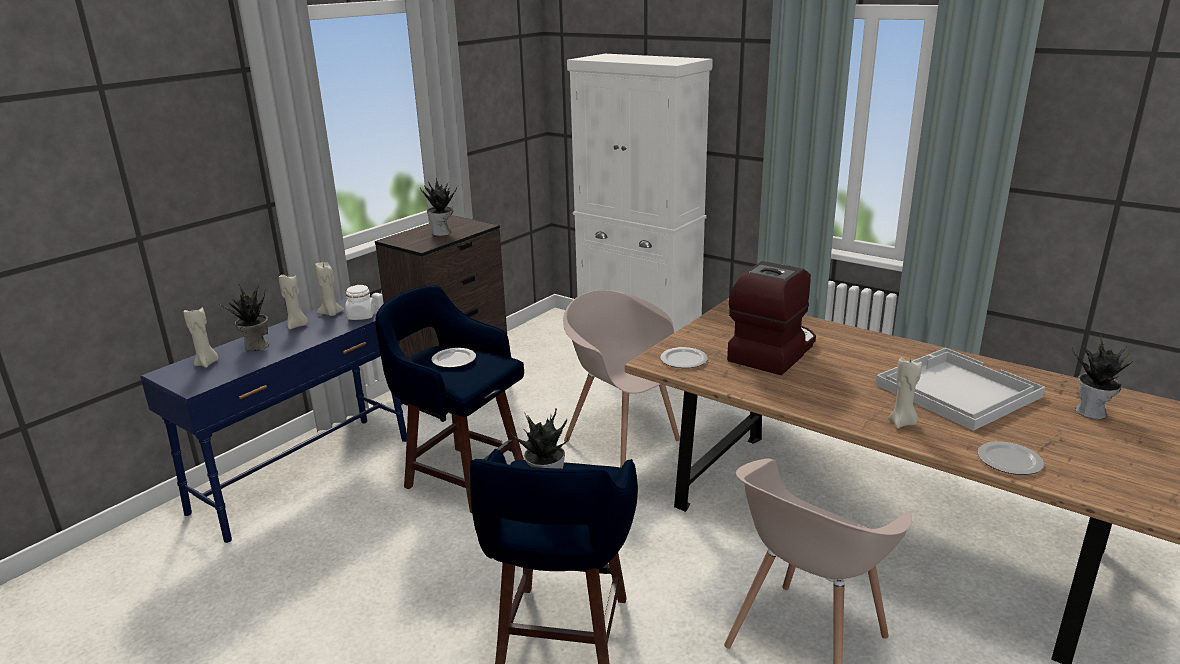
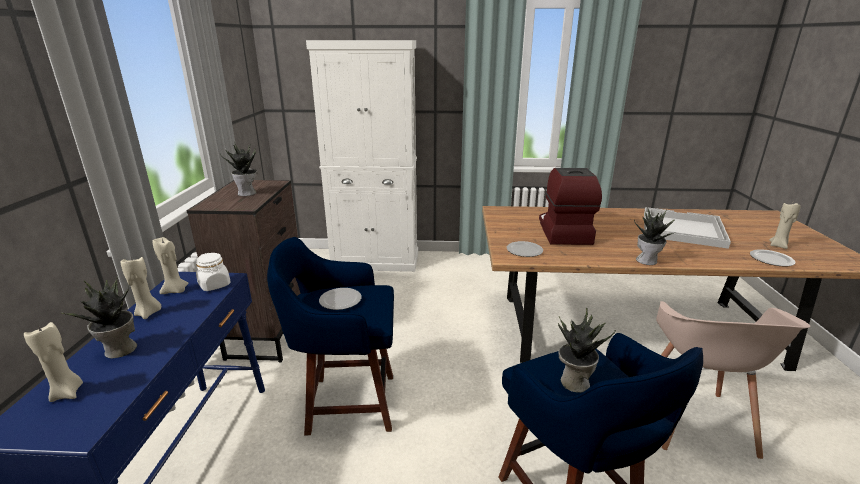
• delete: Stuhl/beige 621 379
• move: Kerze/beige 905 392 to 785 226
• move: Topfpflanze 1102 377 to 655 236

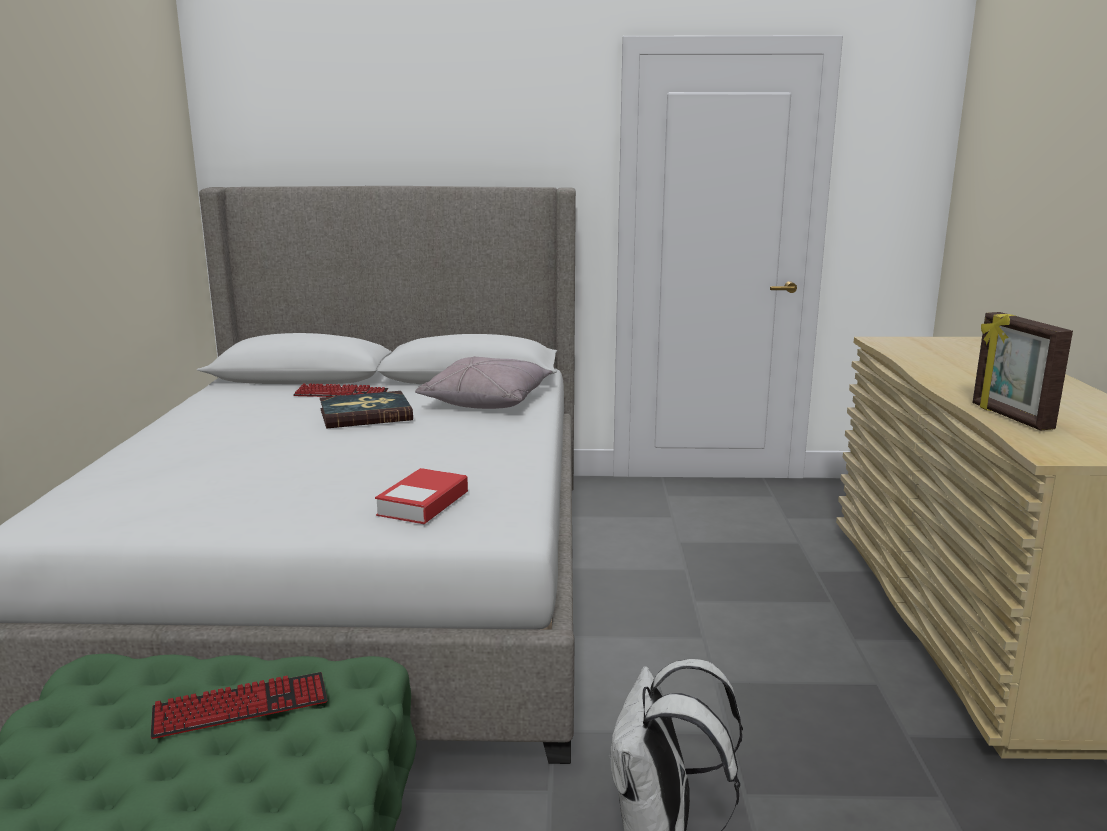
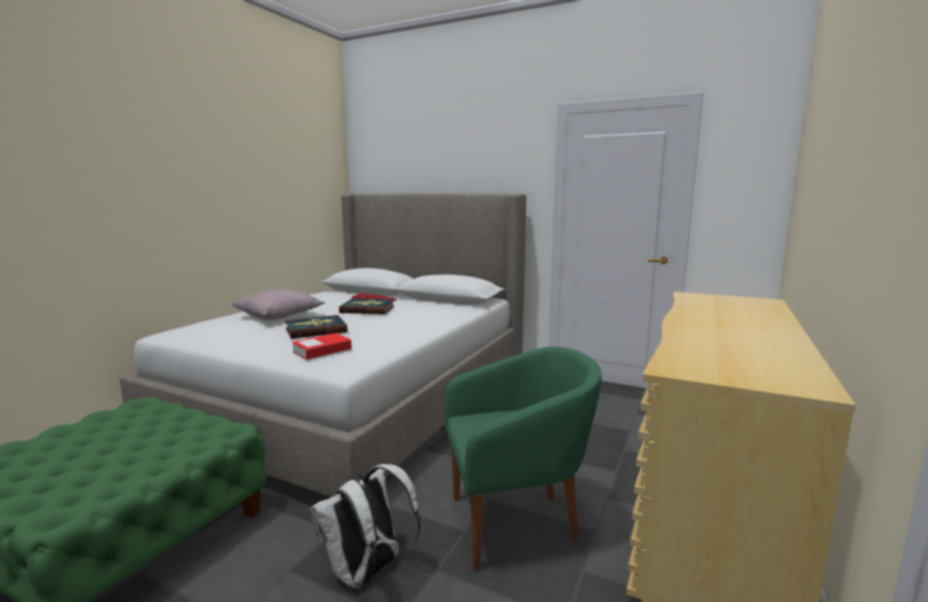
• delete: Tastatur 239 705
• delete: Bilderrahmen 1022 371
• insert: Buch 316 327
• insert: Sessel/grün 523 459
• move: Kissen/lila 484 382 to 278 304

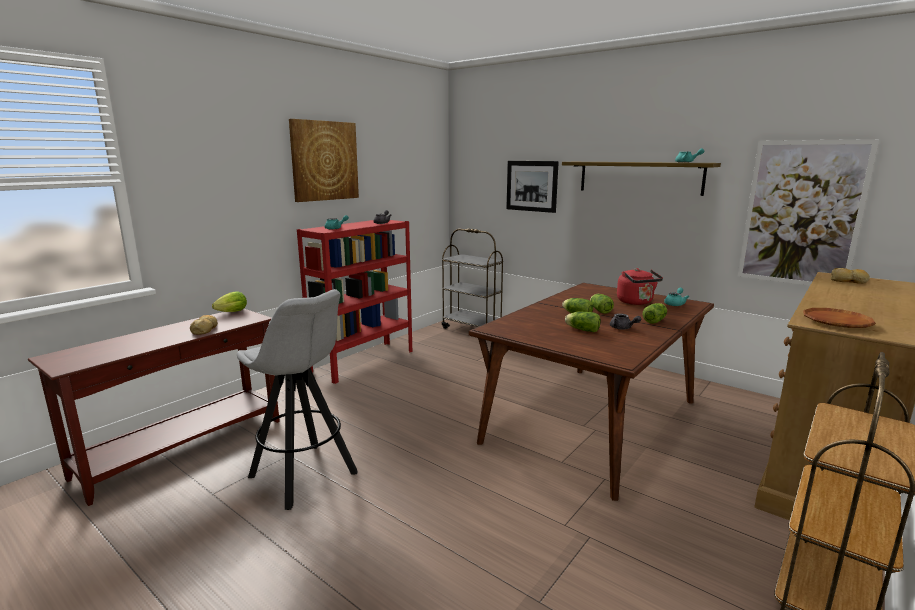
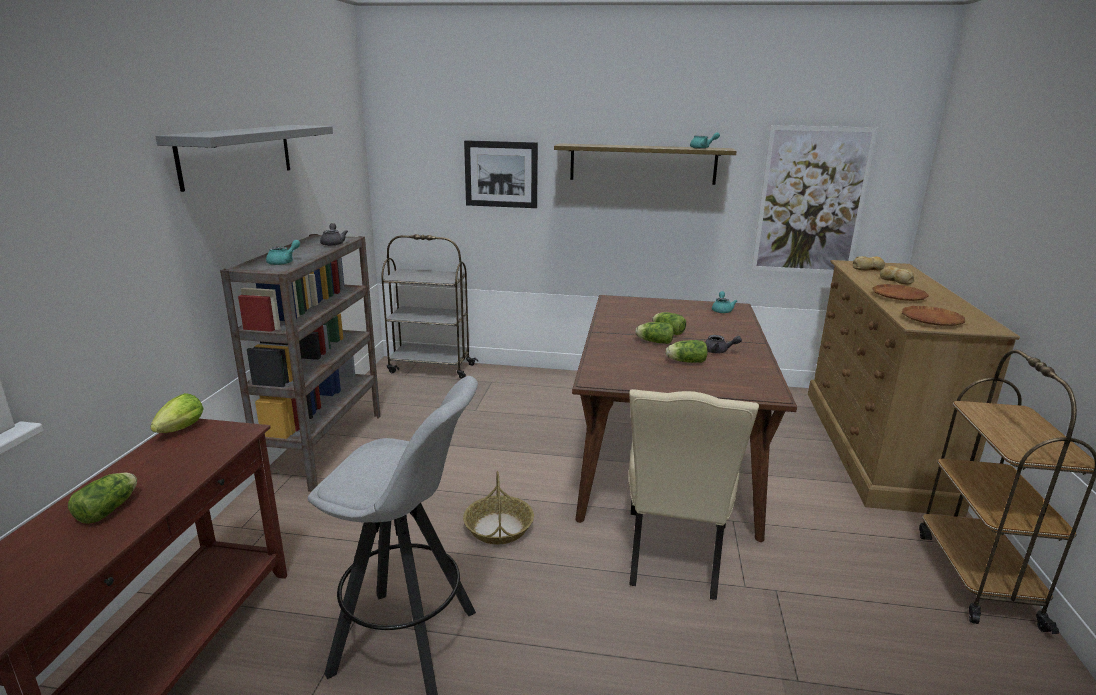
• delete: Wasserkessel/rot 640 286
• insert: Korb 498 507
• insert: Stuhl/beige 694 494
• insert: Teller/braun 900 292
• move: Brot 204 325 to 897 275
• move: Salatkopf 655 313 to 102 498
• replace: Bild 324 160 to Wandregal/grau 244 158
• recolor: Bücherregal/rot 354 302 to Bücherregal/grau 300 363

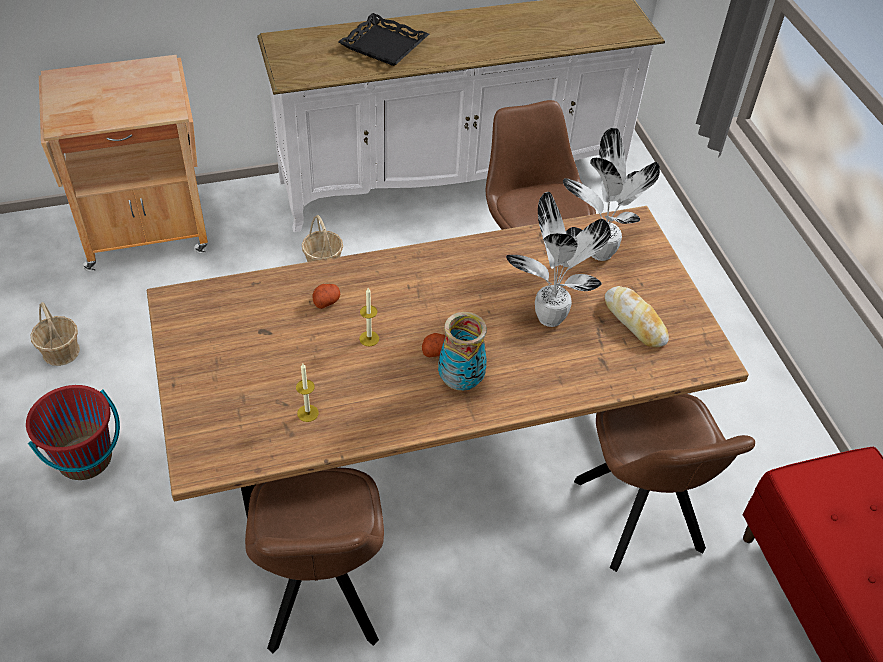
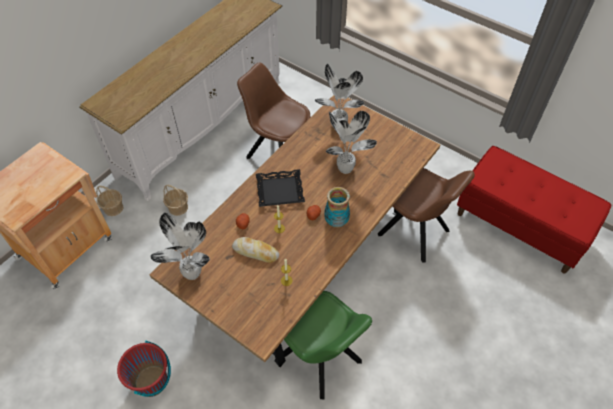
• insert: Topfpflanze 180 246
• move: Korb 55 334 to 109 201
• move: Tablett/schwarz 383 39 to 280 188
• move: Brot 637 317 to 255 250
• recolor: Stuhl/braun 314 560 to Stuhl/grün 327 345

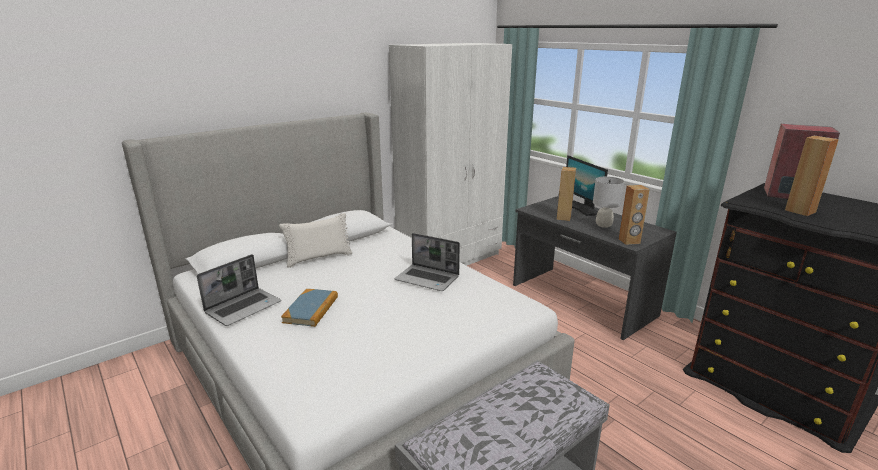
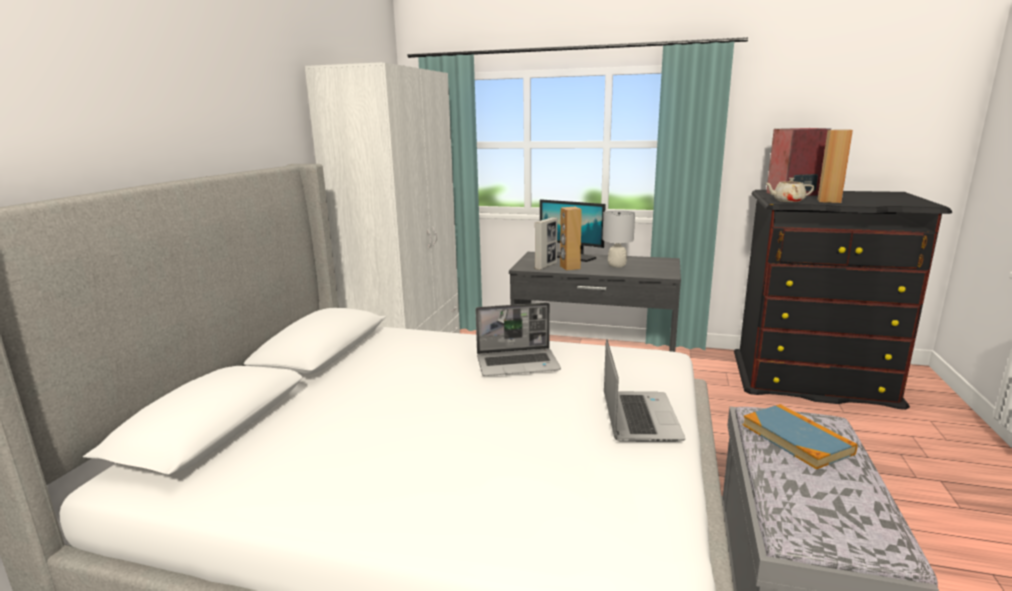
• delete: Kissen/weiß 315 240
• delete: Lautsprecher/braun 634 215
• insert: Bilderrahmen 546 243
• insert: Teekanne/beige 789 190
• move: Laptop 239 290 to 644 390
• move: Buch 309 308 to 800 436

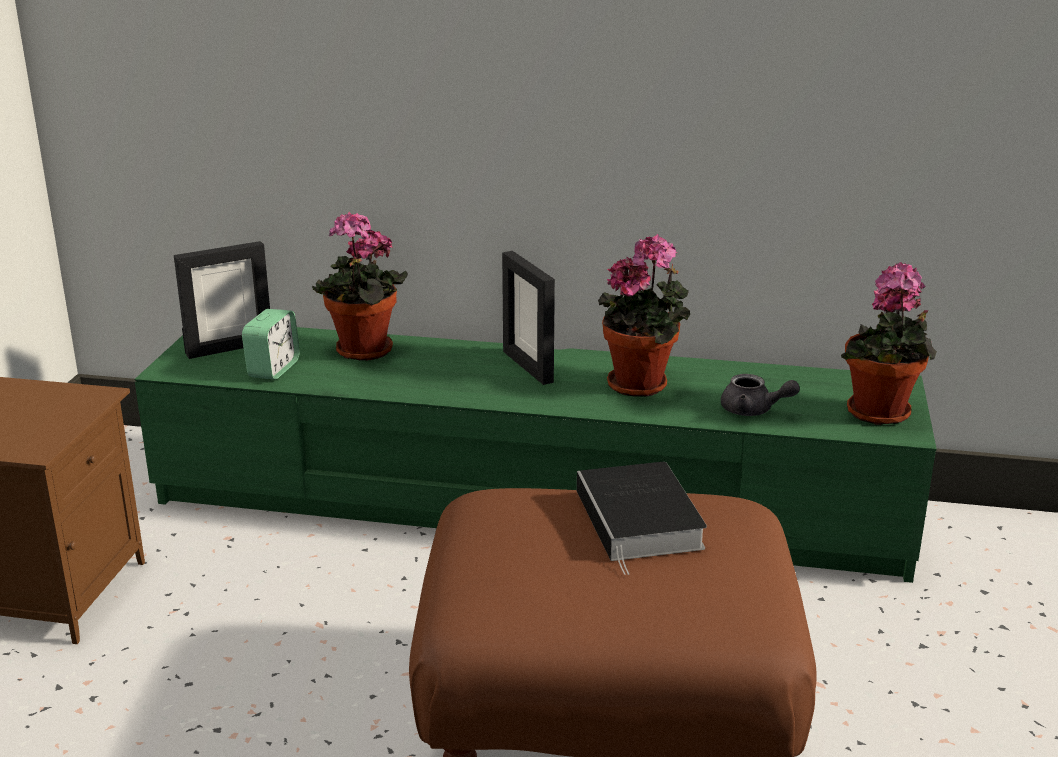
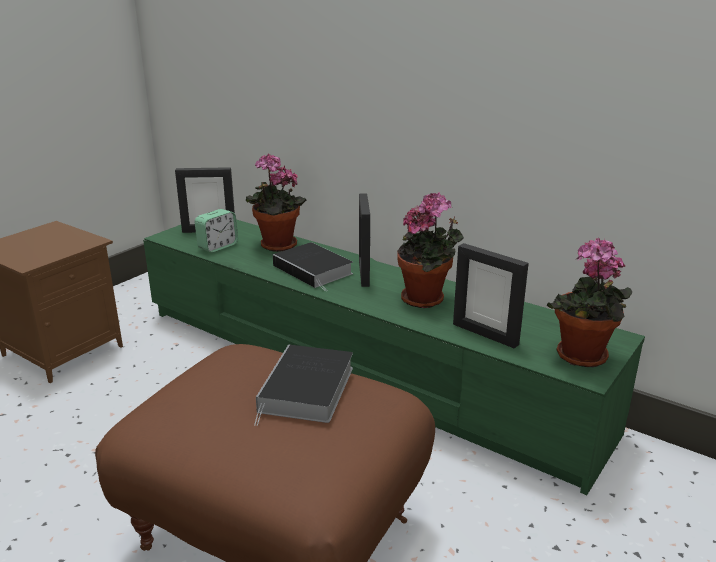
• insert: Buch 313 266
• replace: Teekanne/grau 760 395 to Bilderrahmen 491 295

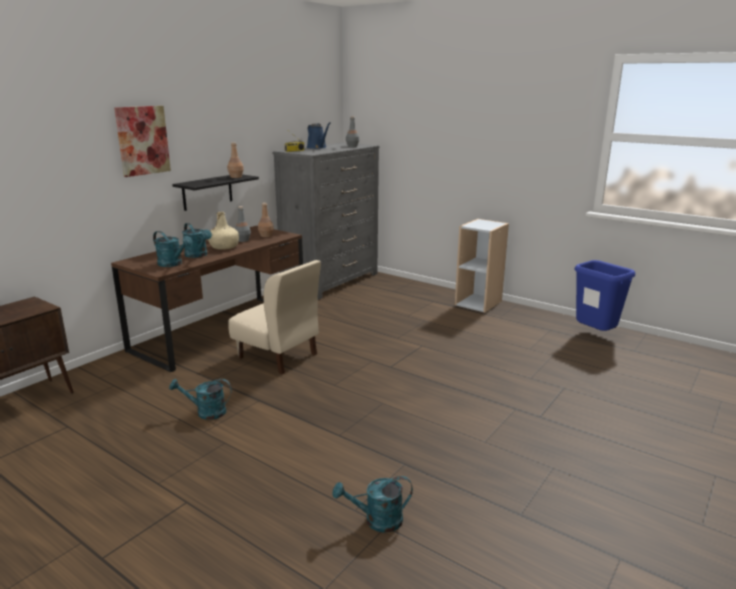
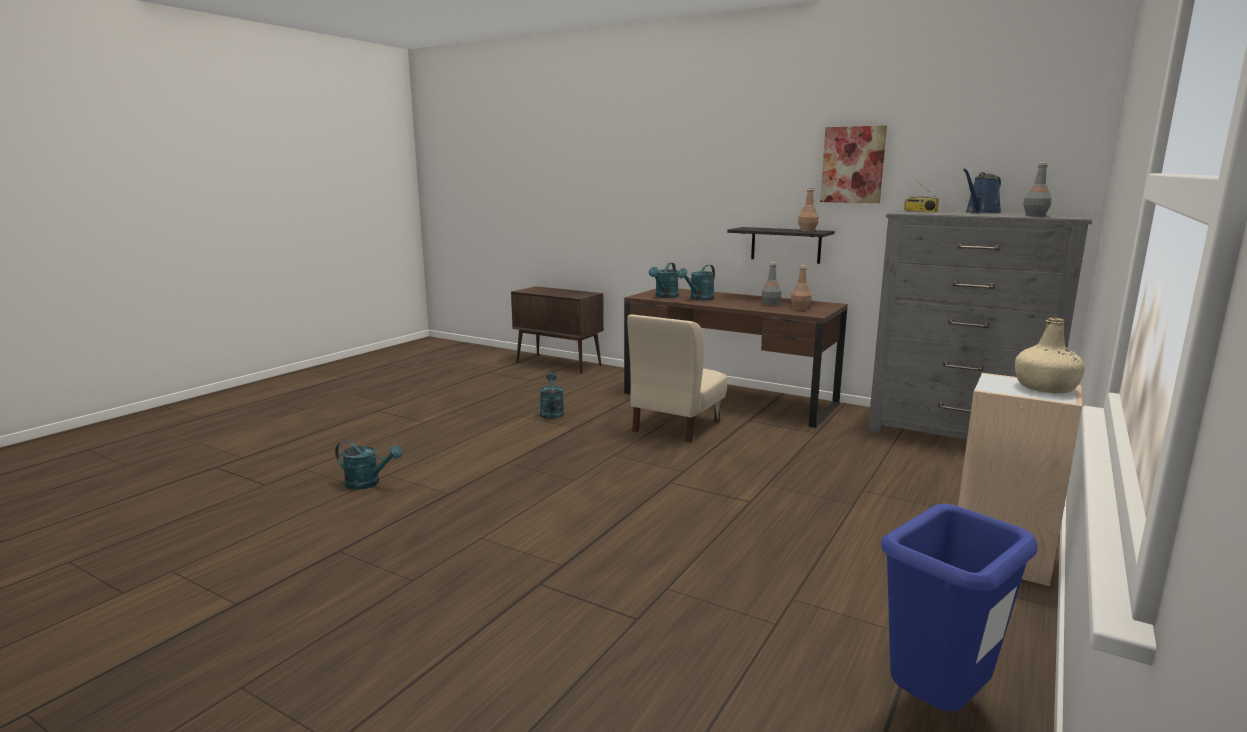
• move: Bild 142 141 to 853 164
• move: Flasche/beige 223 231 to 1050 355
• rotate: Gießkanne/türkis 373 504 = 368 465 120 degrees clockwise

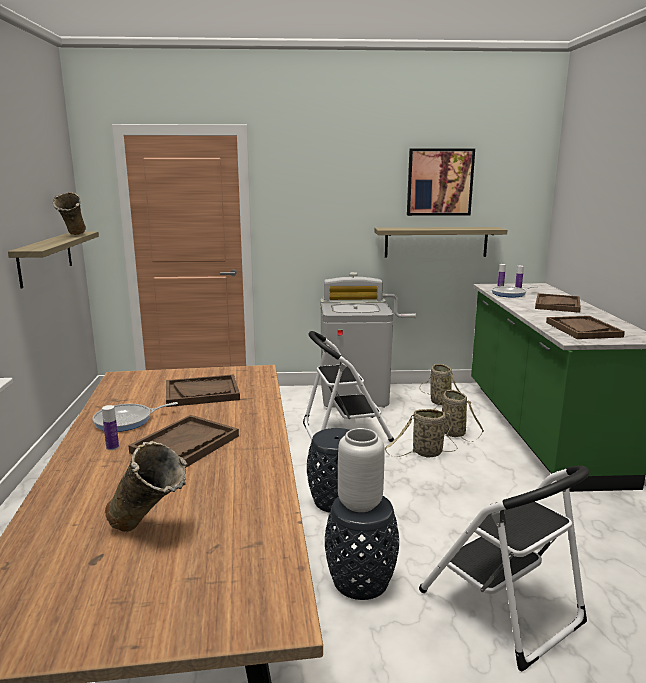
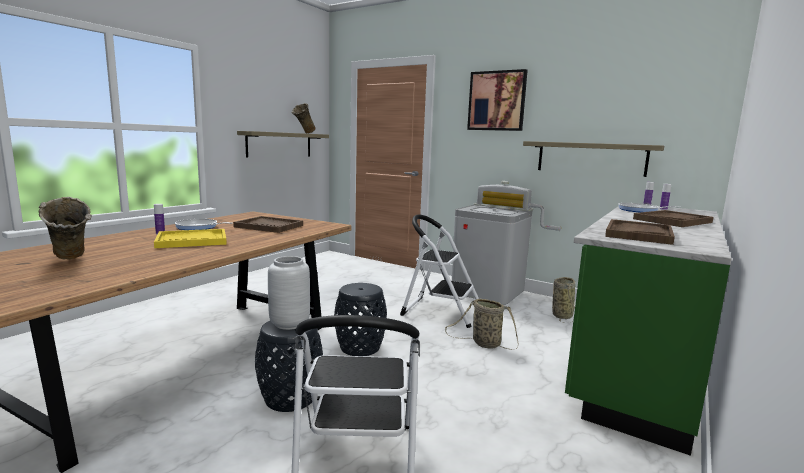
• delete: Korb 459 416
• move: Bild 441 182 to 497 100
• recolor: Tablett/braun 183 441 to Tablett/gelb 190 238

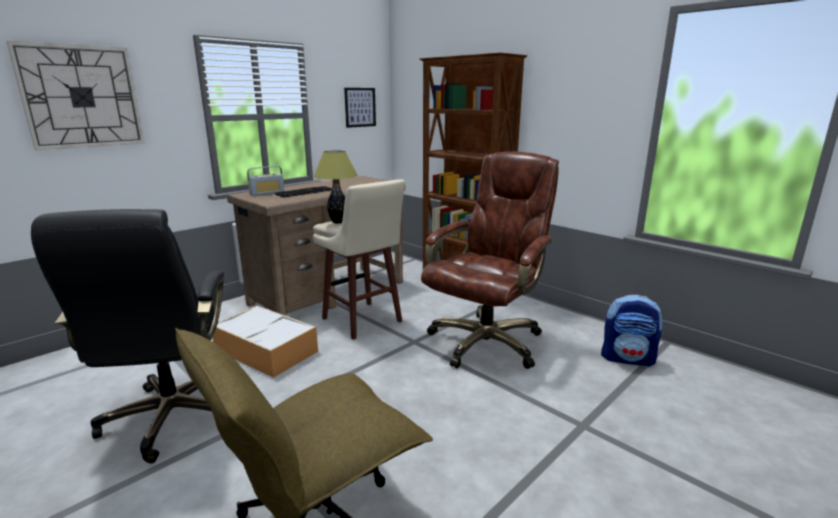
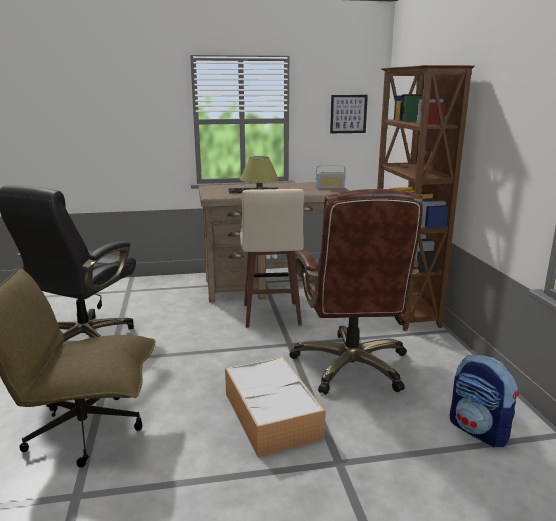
• delete: Wanduhr 76 95
• move: Aufbewahrungsbox 265 342 to 275 407
• move: Radio 265 181 to 331 177
• rotate: Bürostuhl/braun 490 260 = 356 292 105 degrees clockwise

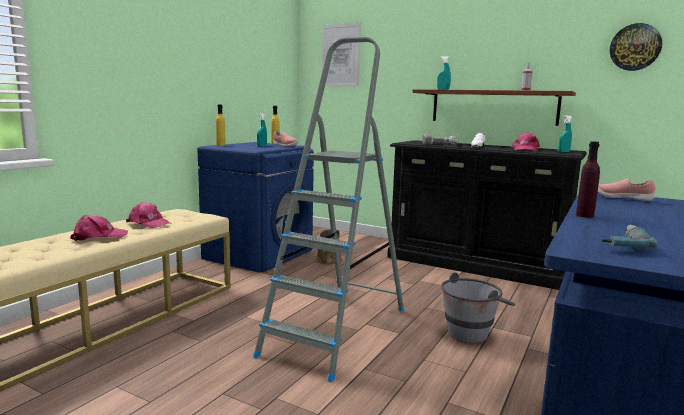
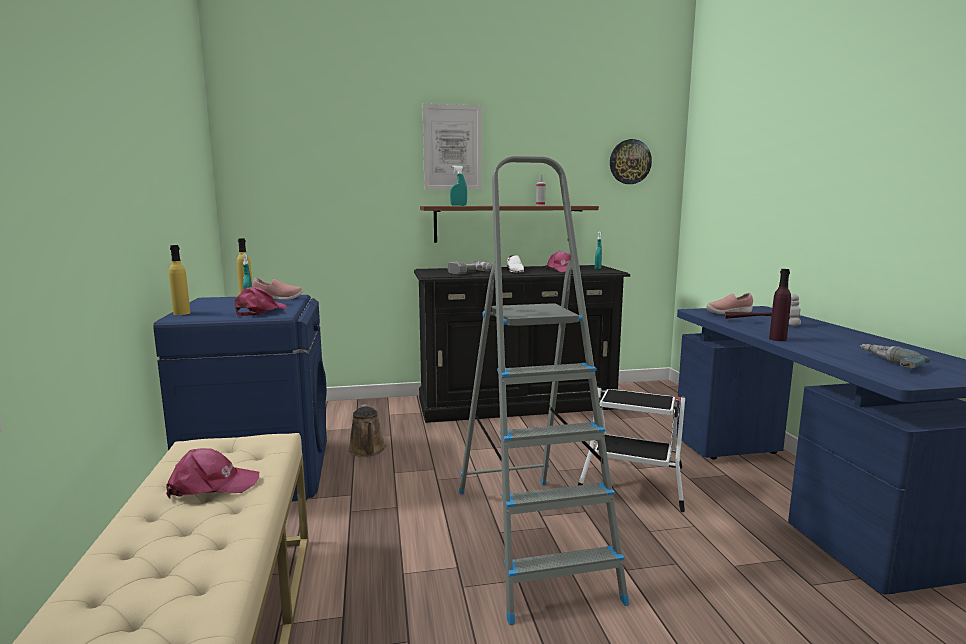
• insert: Hammer 763 310
• move: Kappe/rosa 99 228 to 260 301
• move: Bild 341 55 to 452 147
• replace: Eimer/grau 478 307 to Trittleiter 631 449

